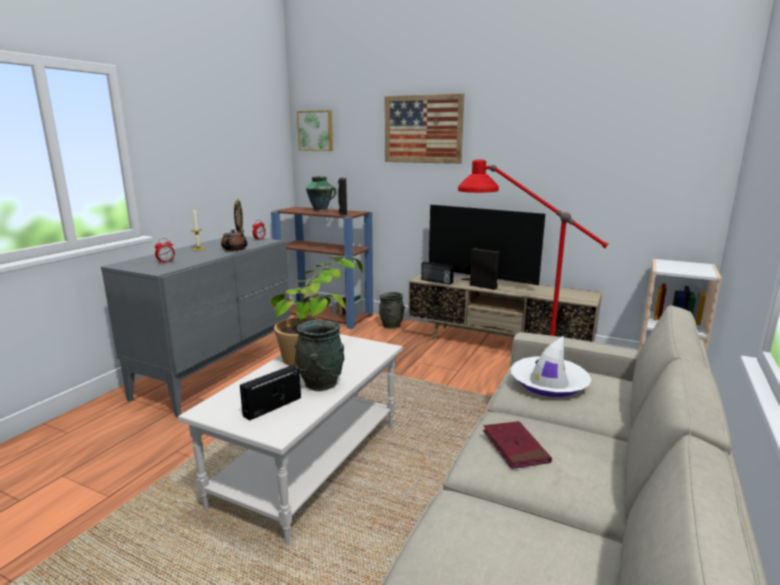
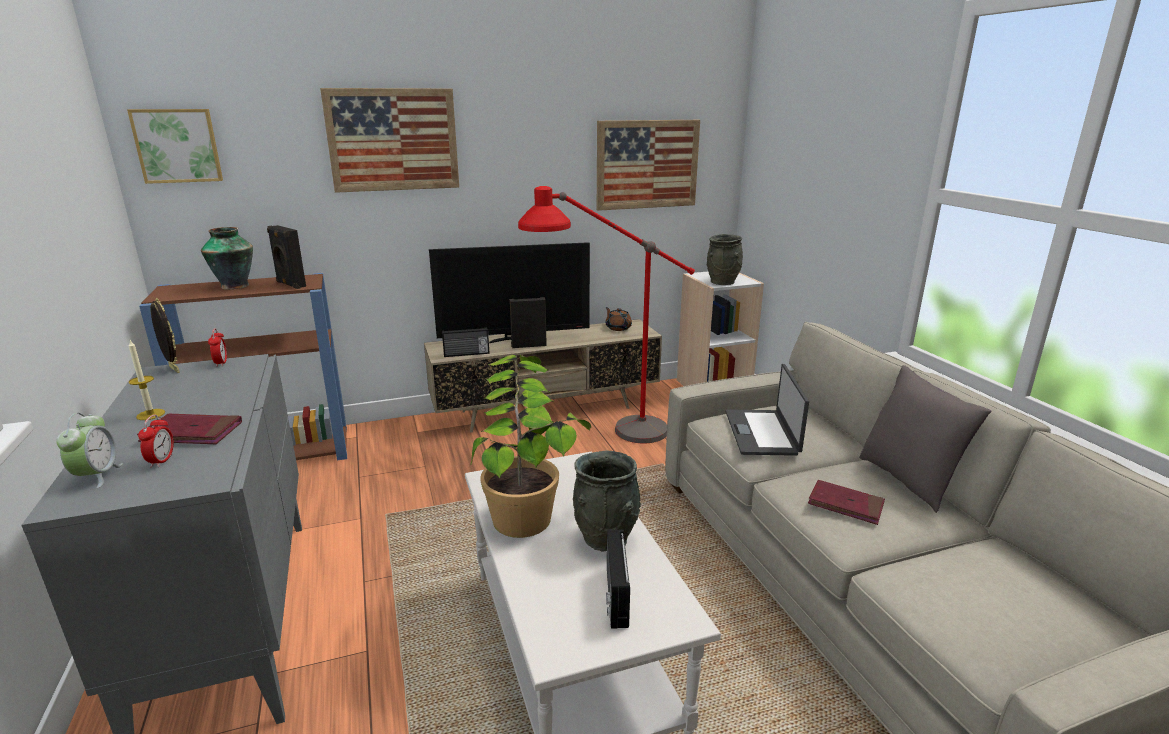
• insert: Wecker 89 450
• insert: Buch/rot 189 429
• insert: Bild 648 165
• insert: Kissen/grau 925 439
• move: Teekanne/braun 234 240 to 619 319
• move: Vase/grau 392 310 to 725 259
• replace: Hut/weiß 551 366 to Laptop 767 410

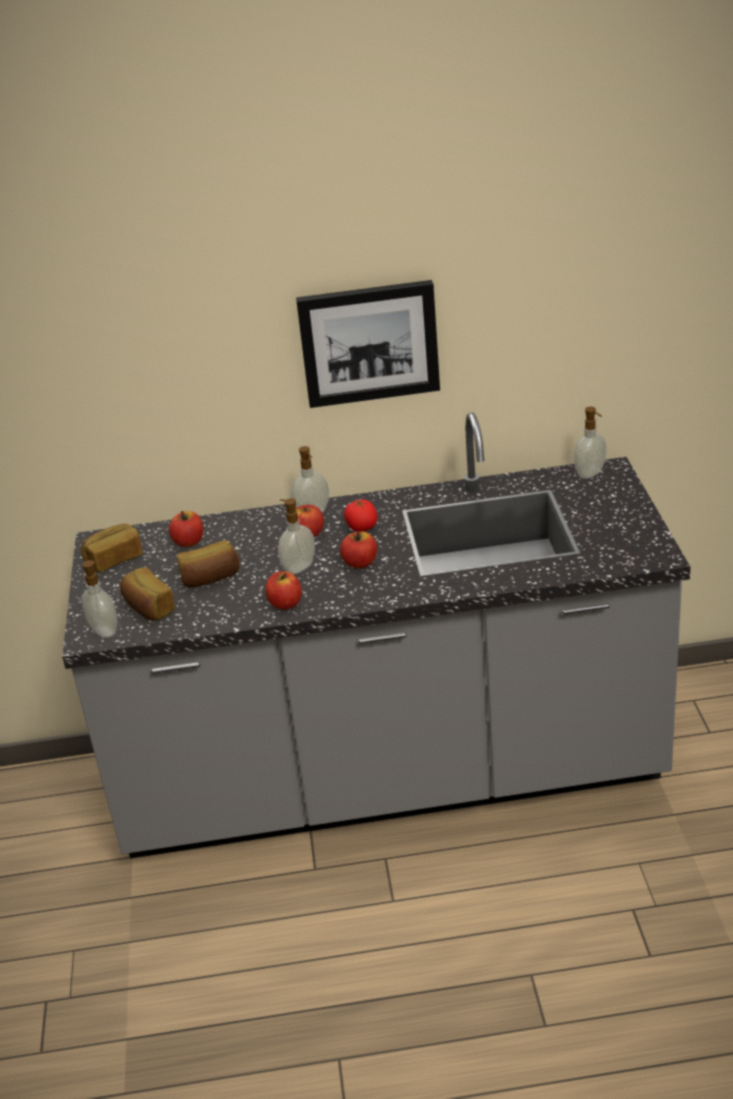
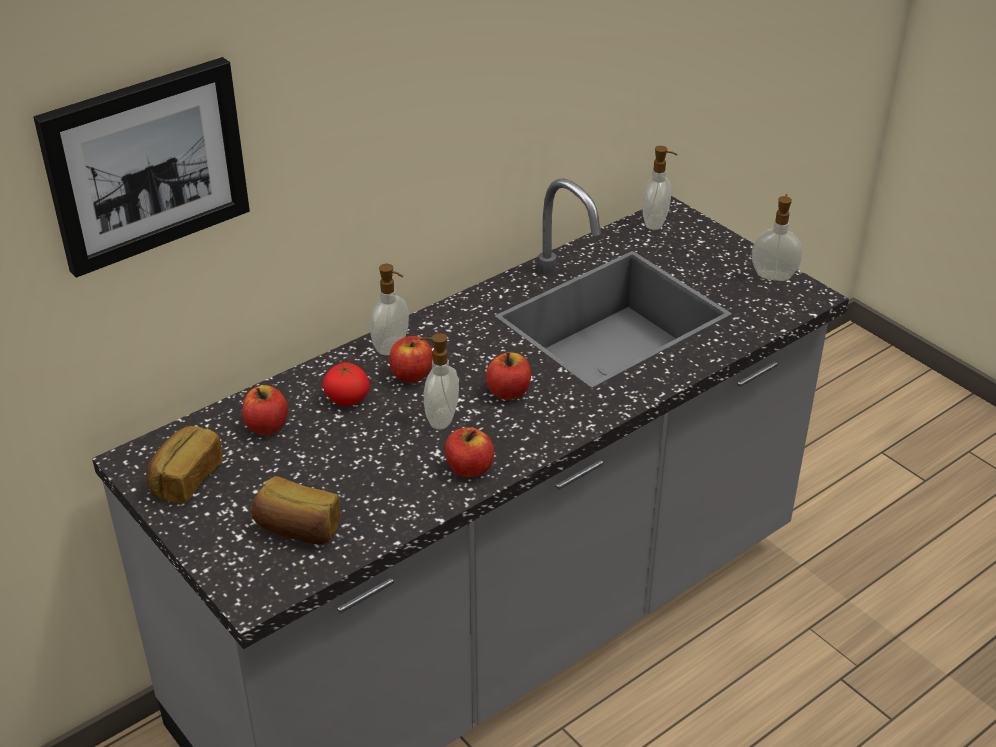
• delete: Brot 208 564
• move: Seifenspender 99 598 to 777 237
• move: Bild 368 344 to 141 167
• move: Tomate 360 515 to 346 384

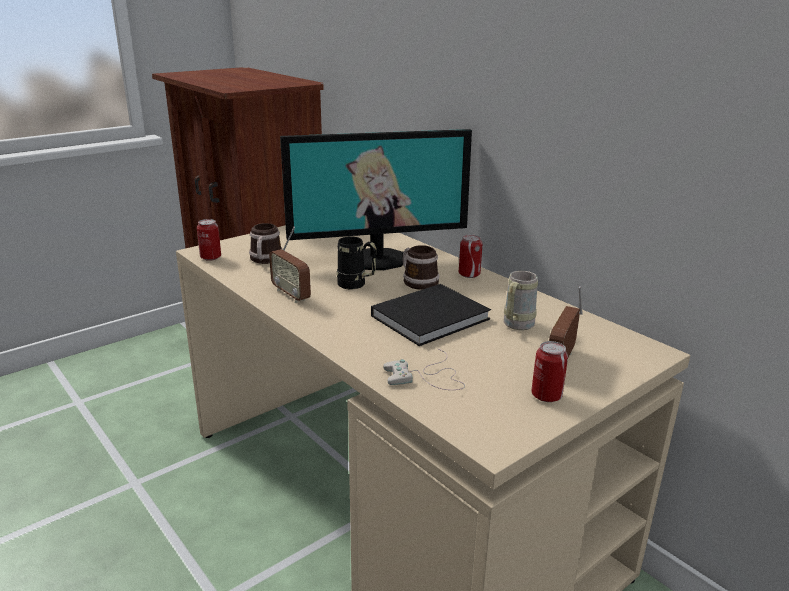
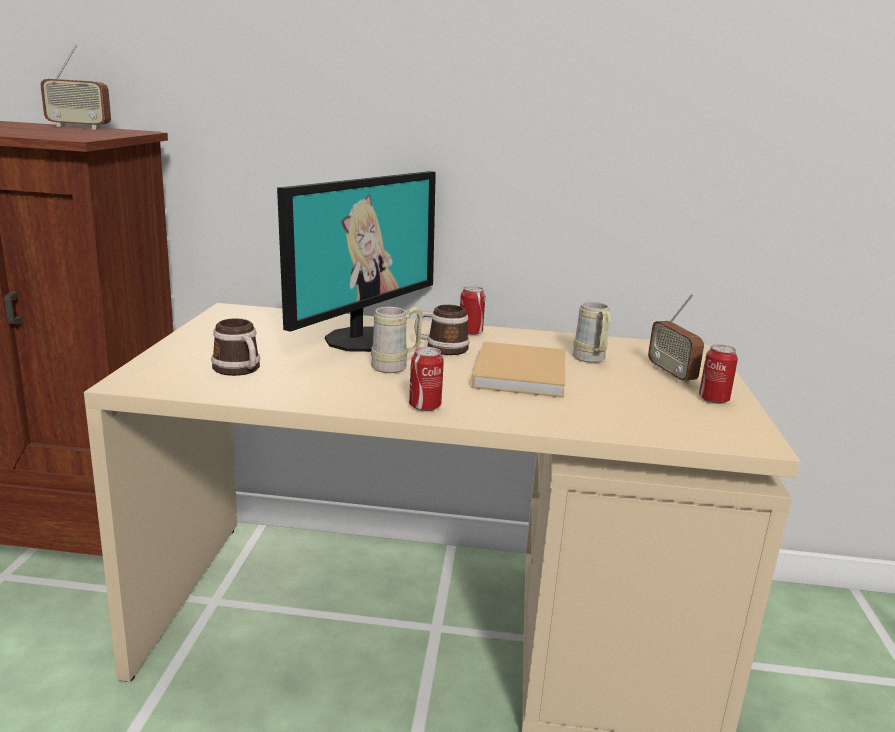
• delete: Gamepad/weiß 424 369
• move: Dose 209 240 to 426 379
• move: Radio 290 264 to 75 86
• recolor: Henkelbecher/schwarz 357 263 to Henkelbecher/beige 397 340
• recolor: Buch/schwarz 431 315 to Buch/beige 518 369

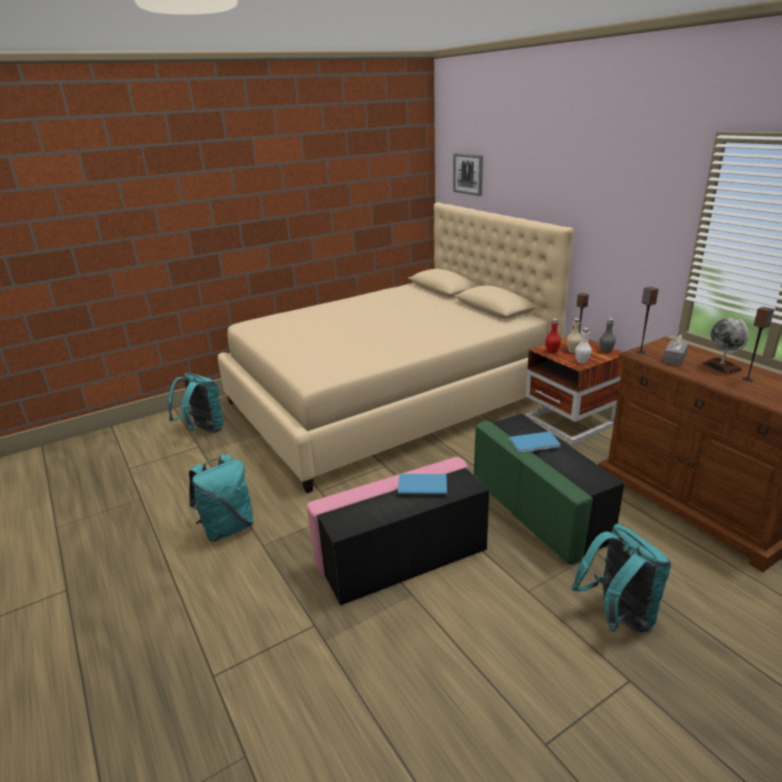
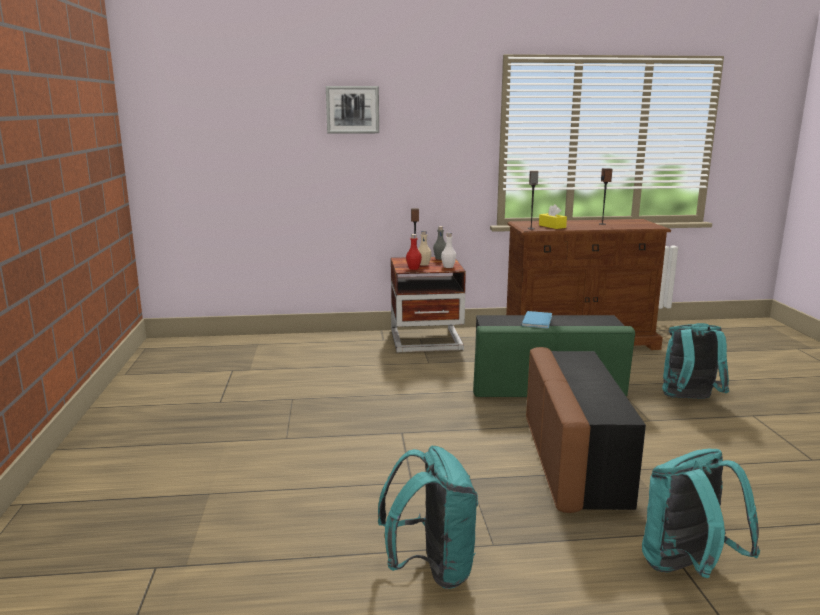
• delete: Bett/beige 396 347
• delete: Buch/blau 422 484
• delete: Globus 725 346
• move: Rucksack/türkis 196 403 to 701 513
• move: Bild 468 174 to 352 110
• recolor: Polsterhocker/rosa 398 531 to Polsterhocker/braun 586 430
• recolor: Taschentuchbox/grau 676 350 to Taschentuchbox/gelb 553 216

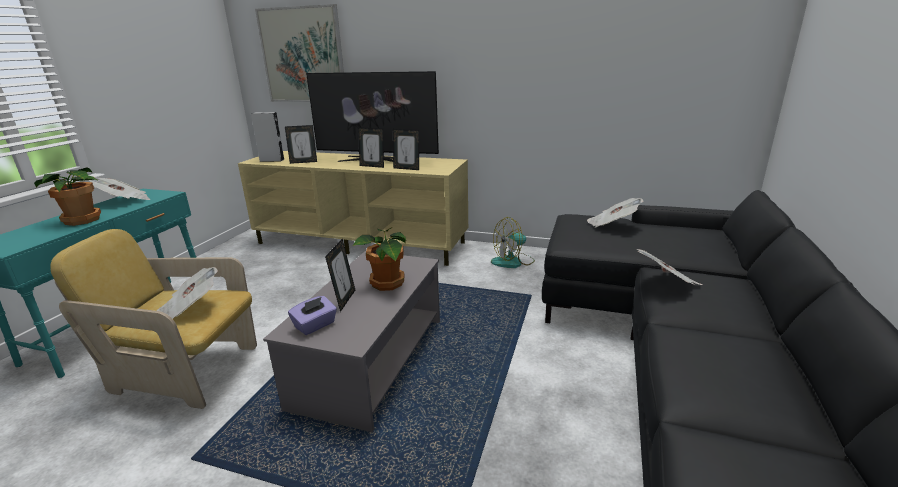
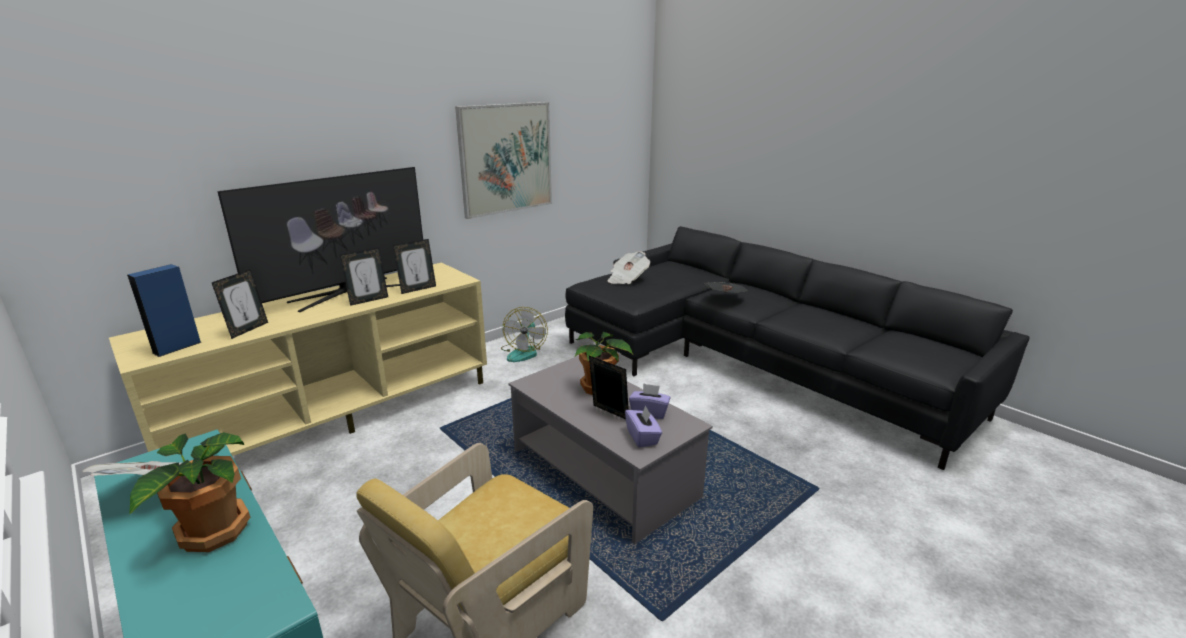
• delete: Zeitung 187 293
• insert: Taschentuchbox/lila 650 401
• move: Bild 299 53 to 503 160
• recolor: Lautsprecher/grau 268 137 to Lautsprecher/blau 164 310

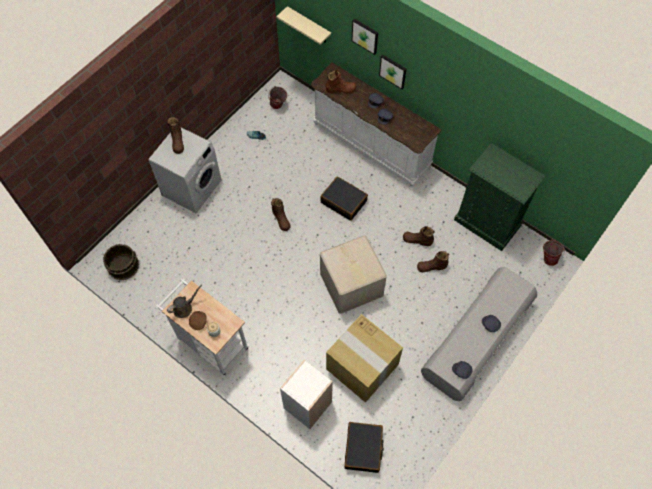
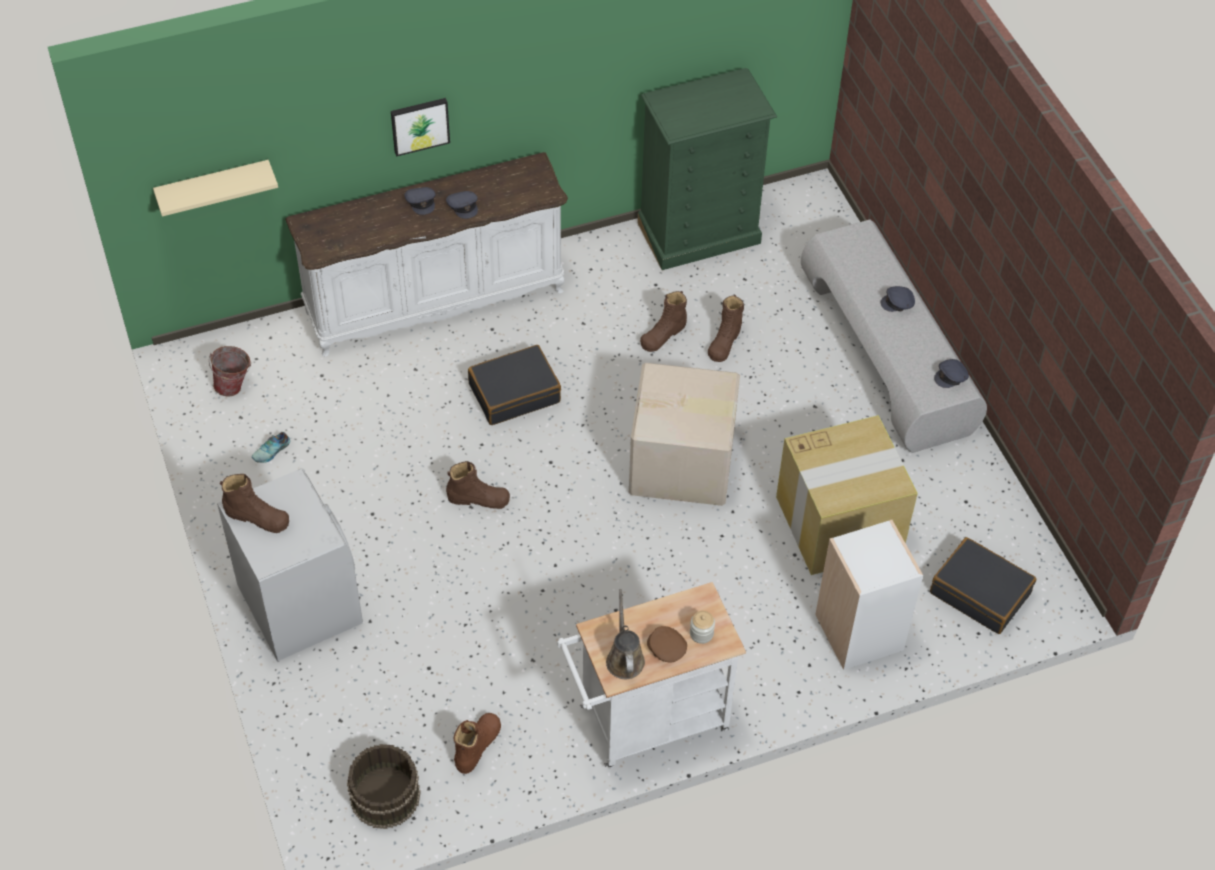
• delete: Bild 365 37
• delete: Eimer 554 252
• move: Stiefel/braun 341 81 to 477 743

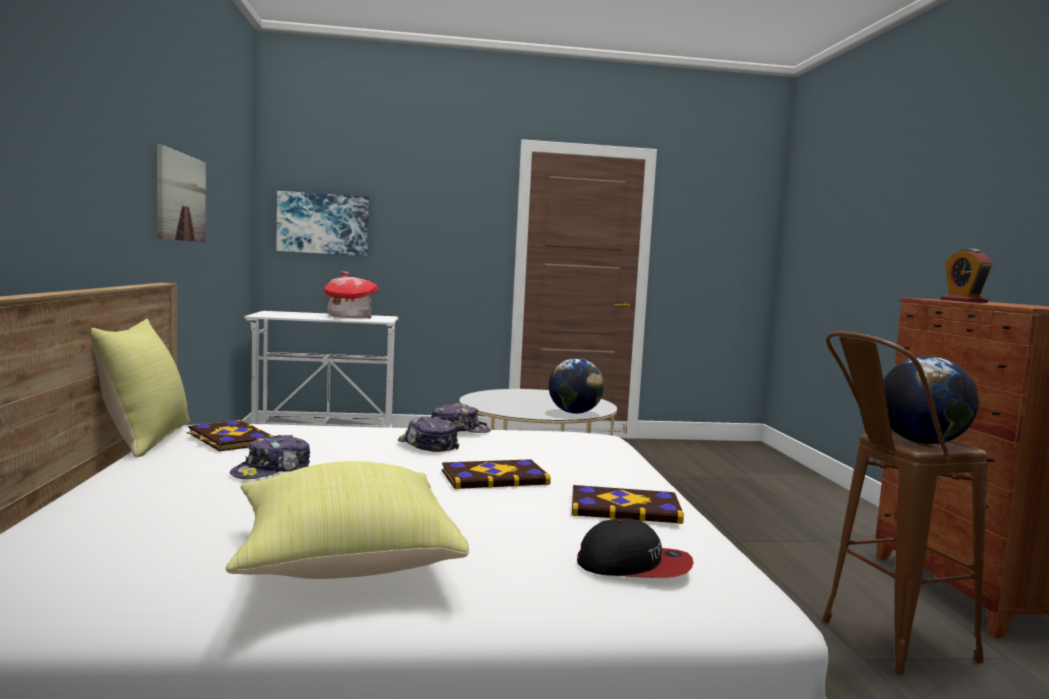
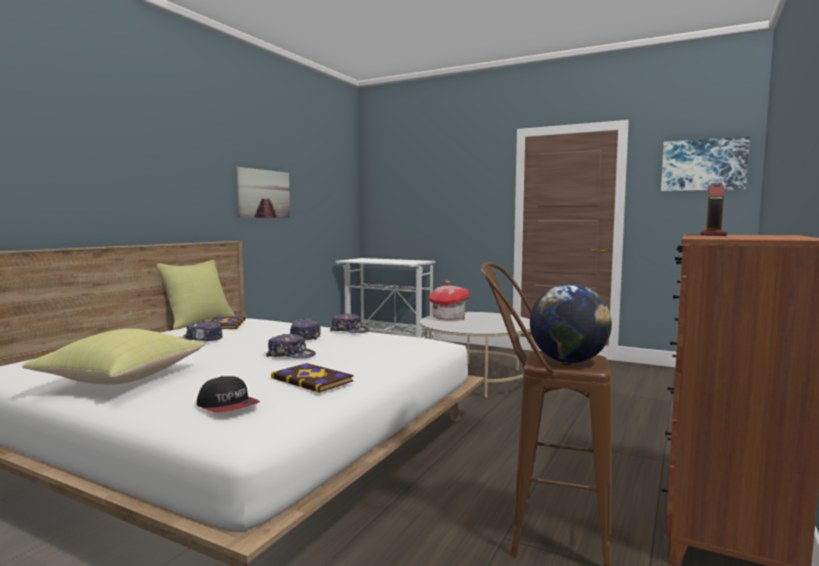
• delete: Globus 576 386
• move: Bild 322 223 to 705 163
• move: Spielzeughaus 351 294 to 448 300
• replace: Buch 496 474 to Kappe 291 346

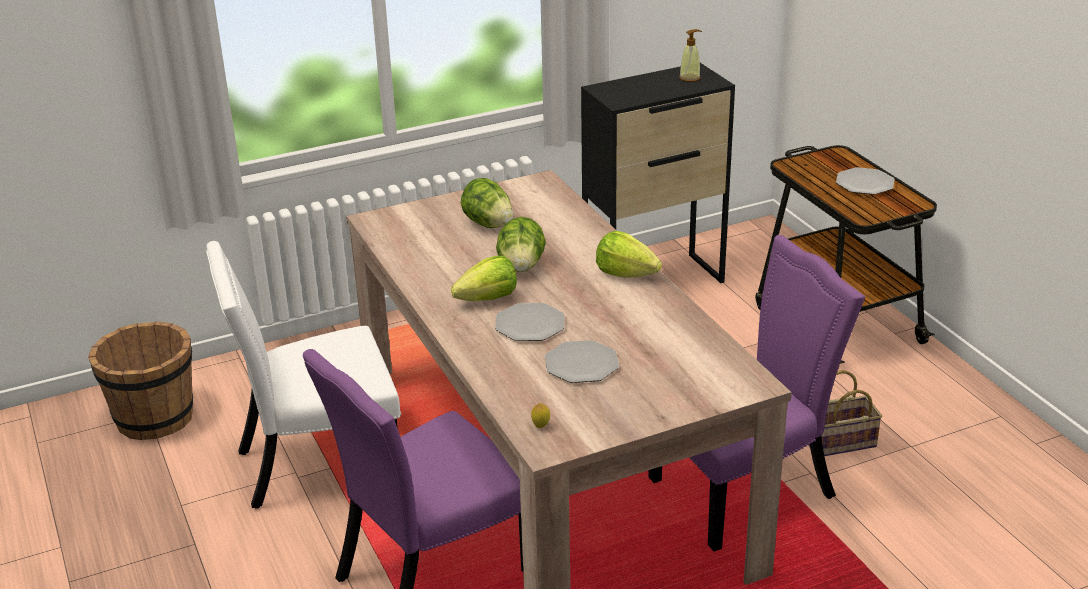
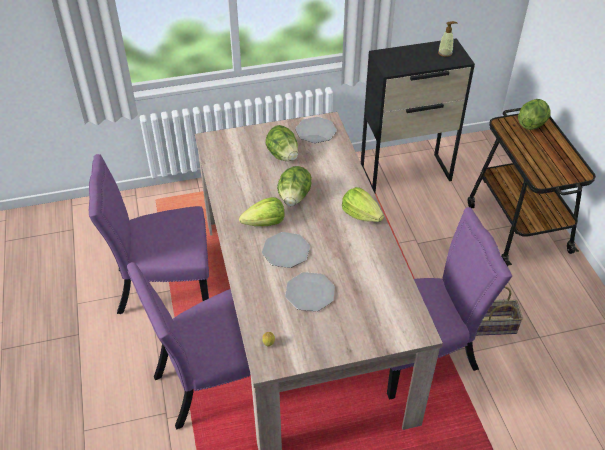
• delete: Eimer/braun 140 380
• insert: Salatkopf 534 114
• move: Teller 865 181 to 316 130
• recolor: Stuhl/weiß 303 375 to Stuhl/lila 149 234

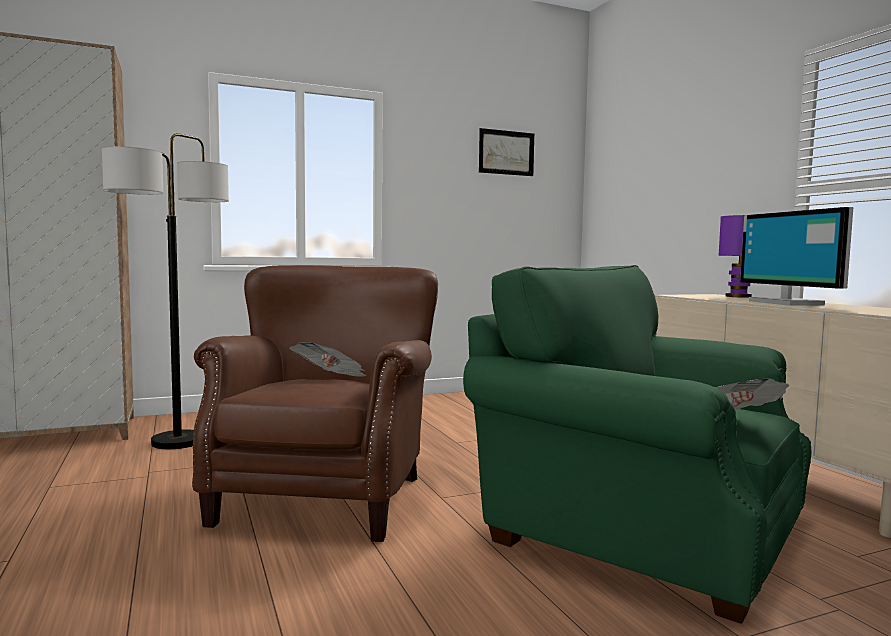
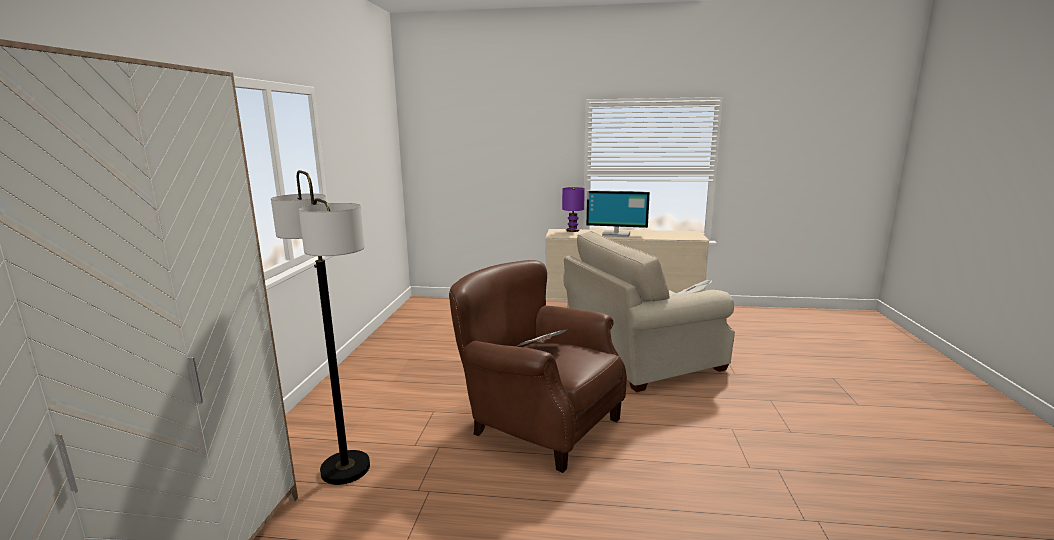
• delete: Bild 506 152
• recolor: Sessel/grün 637 444 to Sessel/beige 649 311

